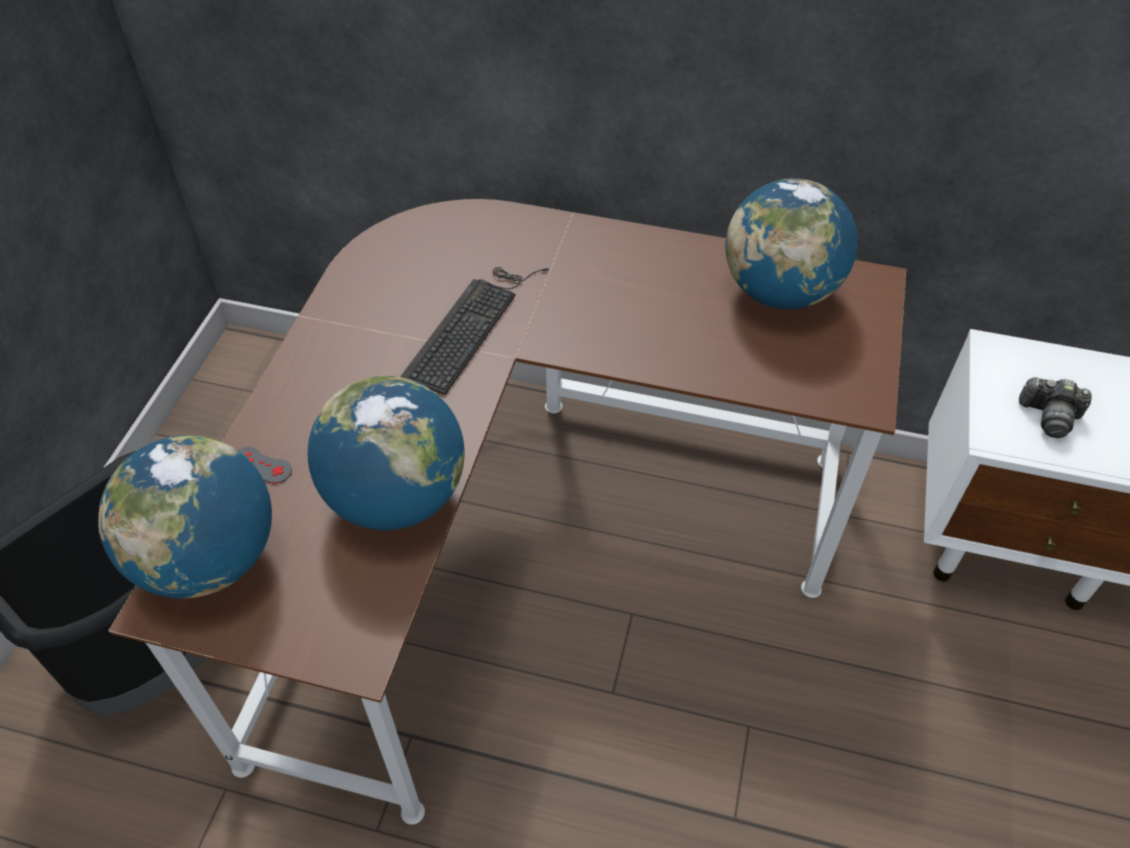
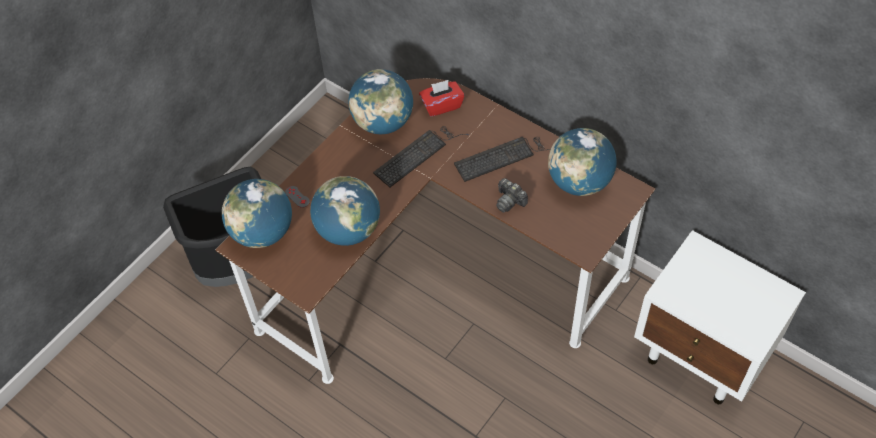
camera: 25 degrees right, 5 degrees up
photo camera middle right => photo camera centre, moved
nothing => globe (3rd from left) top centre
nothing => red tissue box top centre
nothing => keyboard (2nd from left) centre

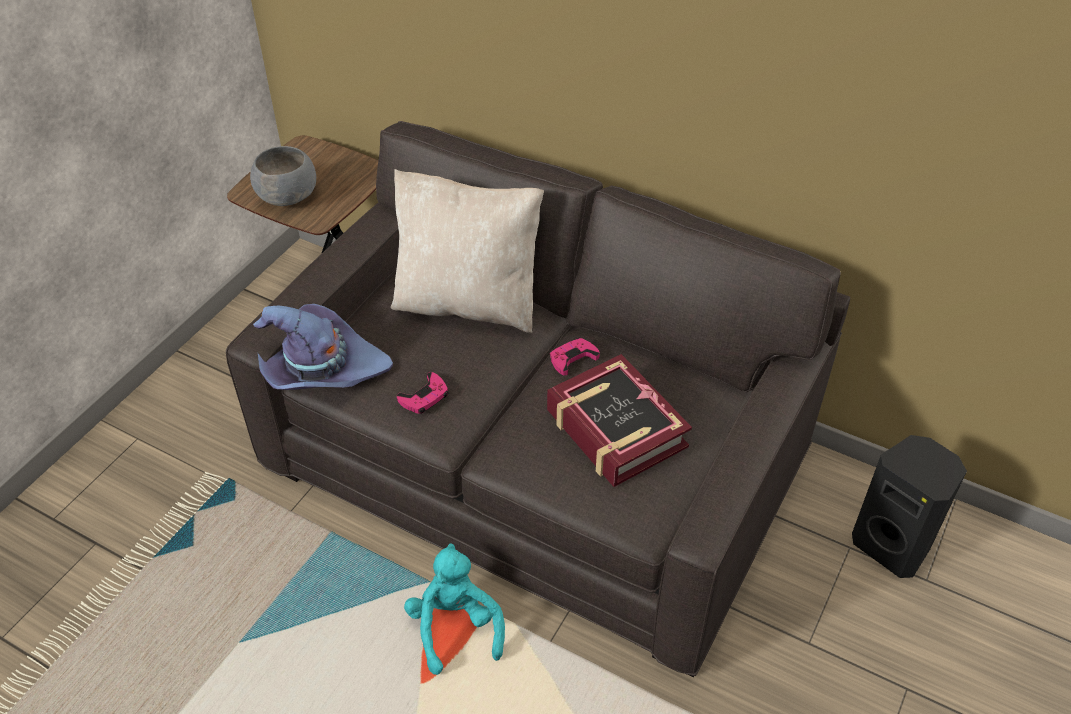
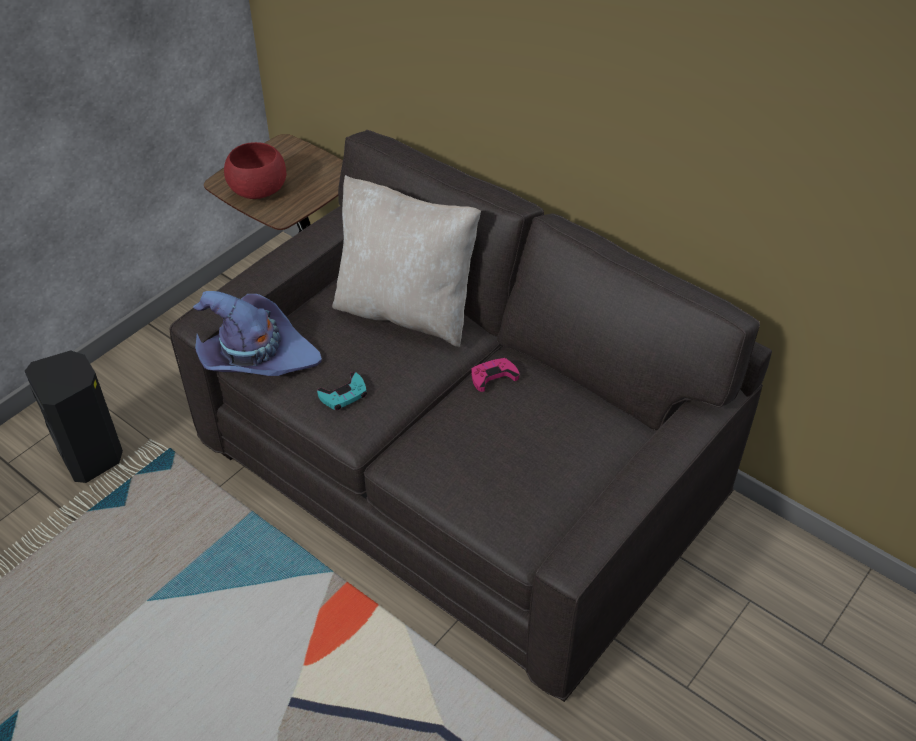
camera: 10 degrees right, 0 degrees up
grey bowl top left => red bowl top left
pink game controller (1st from left) centre => turquoise game controller centre
turquoise plush toy bottom centre => nothing
book centre => nothing
black speaker bottom right => black speaker middle left, moved

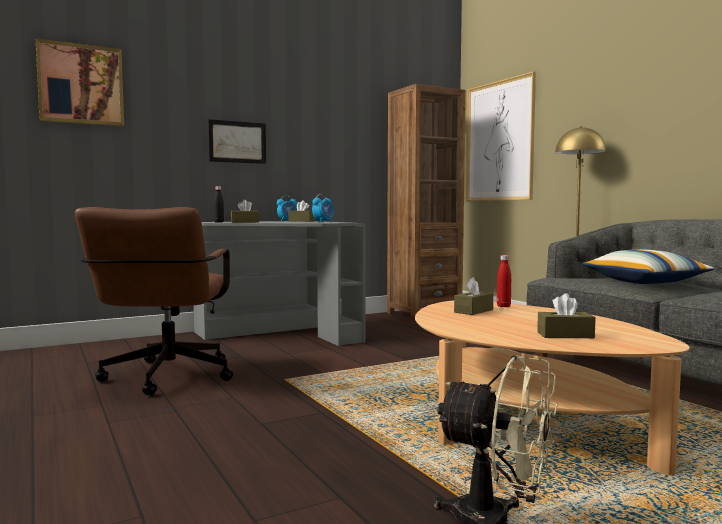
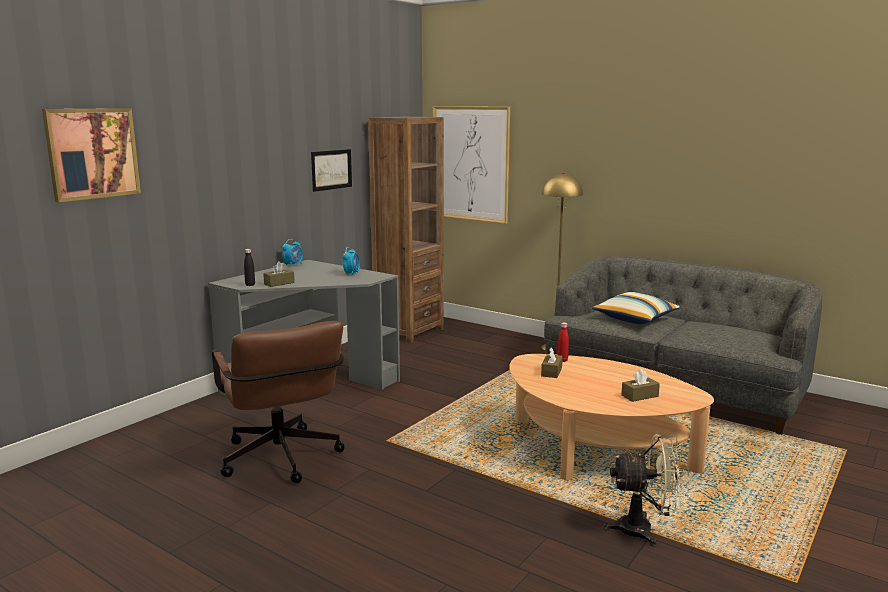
camera: 25 degrees left, 10 degrees up
picture (2nd from left) top left => picture (2nd from left) top centre, moved
brown tissue box (2nd from left) centre => nothing

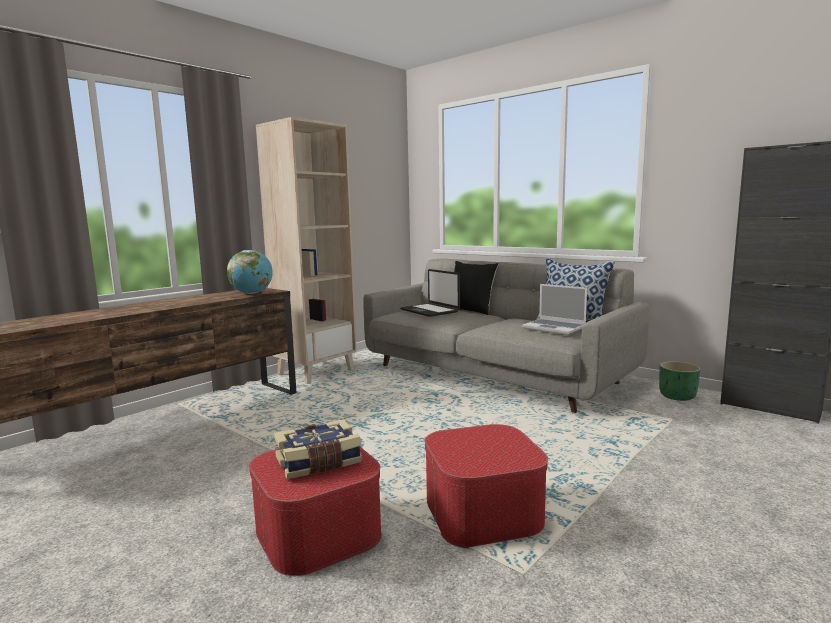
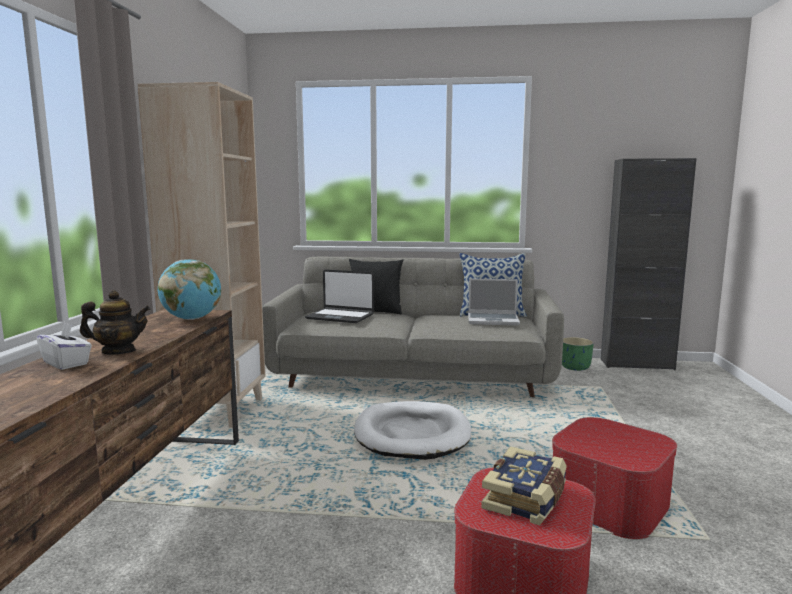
camera: 35 degrees left, 0 degrees up
nothing => white tissue box middle left
nothing => teapot middle left
nothing => white dog bed bottom centre

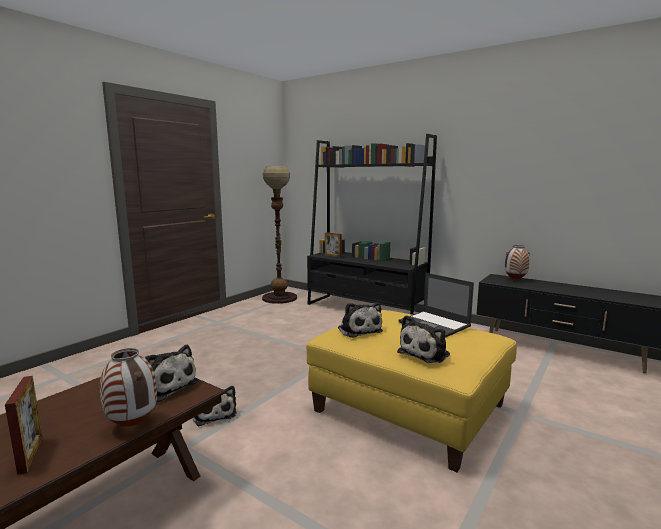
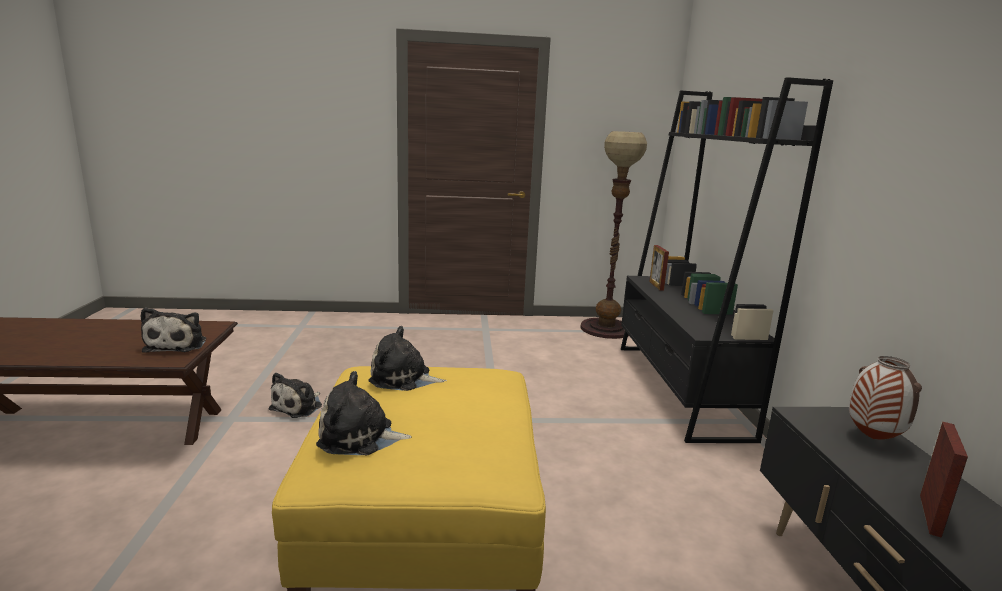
camera: 50 degrees right, 5 degrees up
picture frame (1st from left in the first image) bottom left => picture frame (2nd from left) bottom right, moved
vase (1st from left) bottom left => nothing
plush toy (3rd from left in the first image) centre => plush toy (4th from left) centre, 75 degrees clockwise
laptop centre => nothing

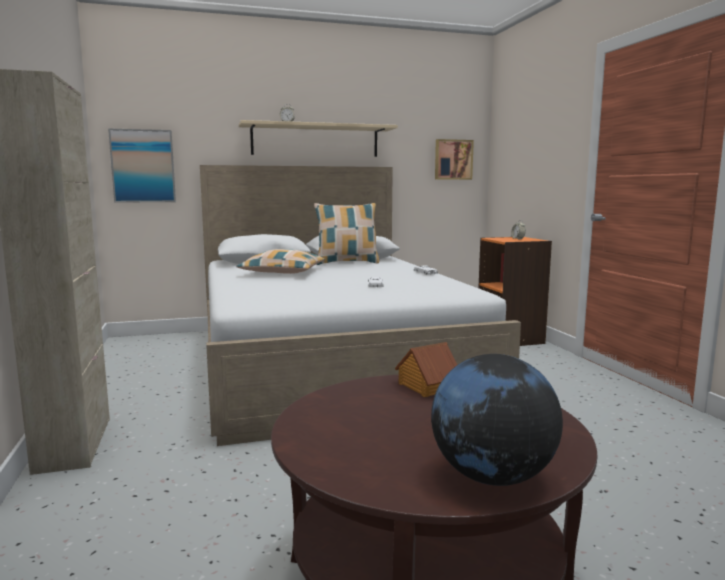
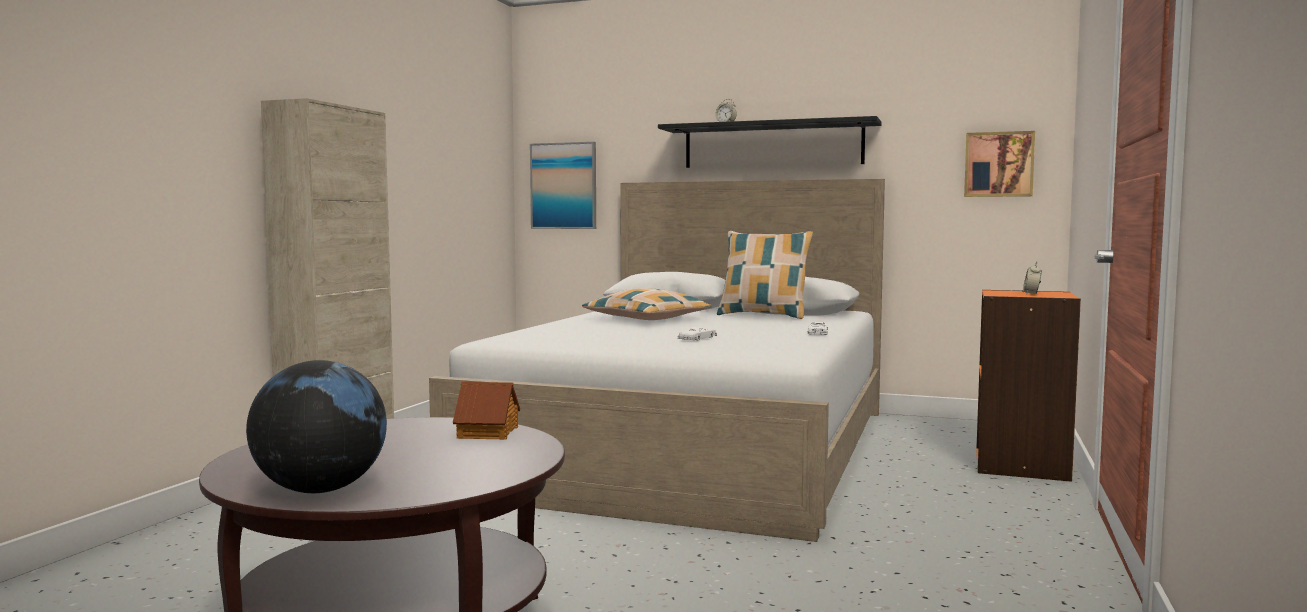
camera: 35 degrees right, 5 degrees down
beige shelf top centre => black shelf top centre

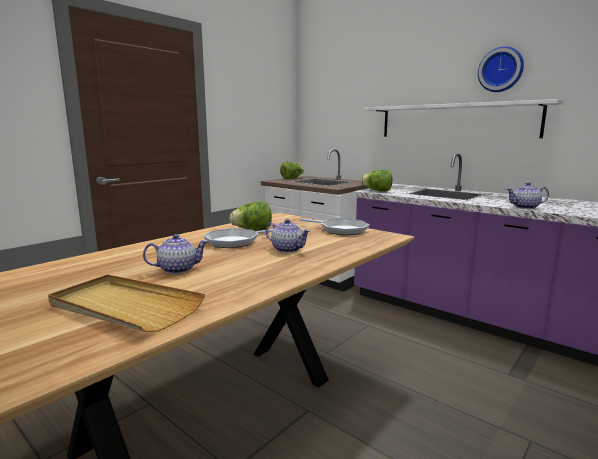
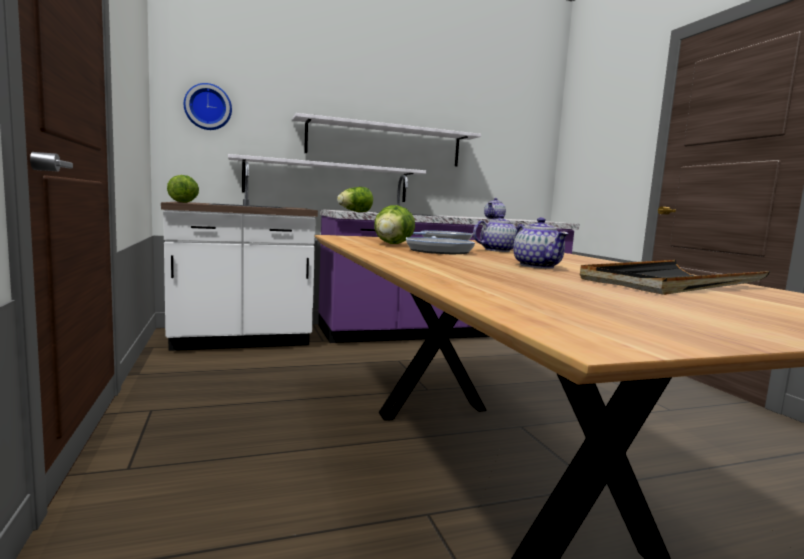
camera: 60 degrees left, 5 degrees down
beige tray middle left => black tray middle right
teapot (1st from left in the first image) middle left => teapot (3rd from left) middle right, 150 degrees clockwise
wall clock top right => wall clock top left, moved
nothing => white shelf (1st from left) top centre

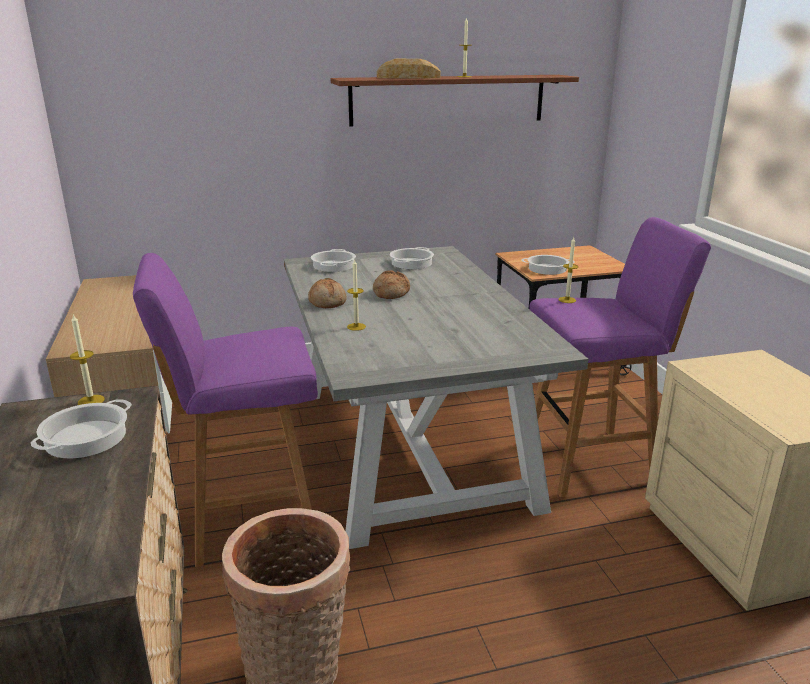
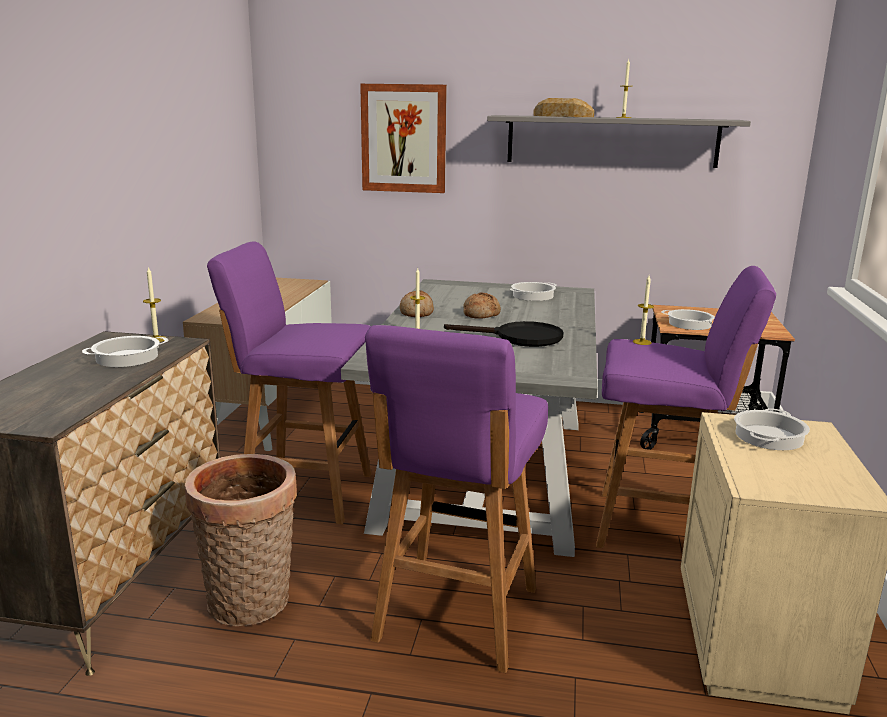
camera: 25 degrees right, 5 degrees down
cooking pot (2nd from left in the first image) centre => cooking pot (4th from left) middle right, moved
brown shelf top centre => grey shelf top right
nothing => picture top centre
nothing => purple stool (2nd from left) bottom centre
nothing => black frying pan centre

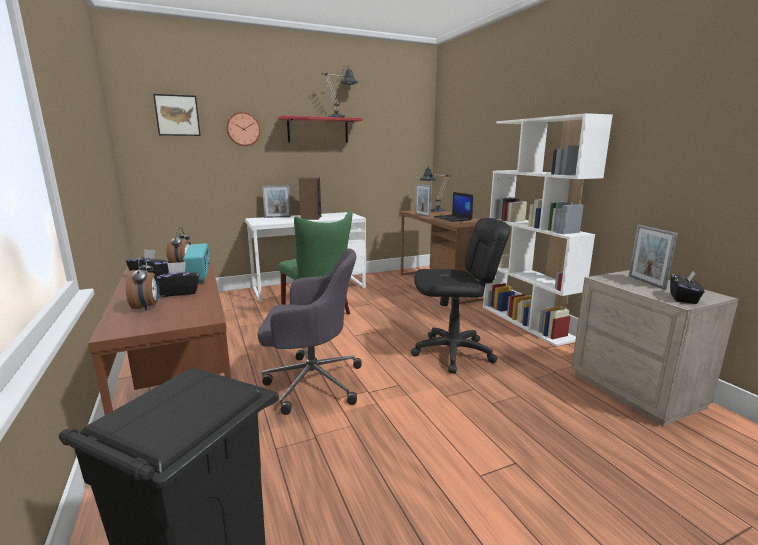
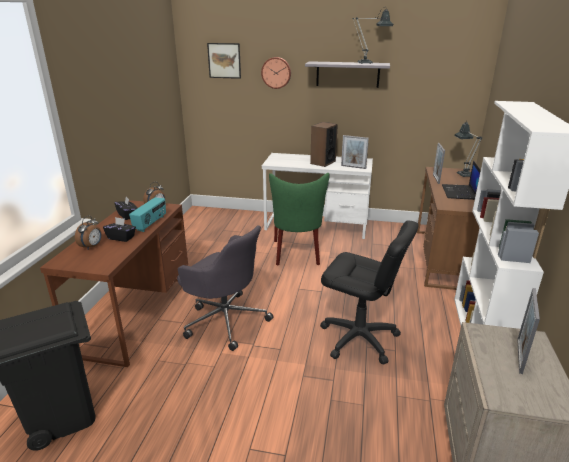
camera: 35 degrees right, 10 degrees up
picture frame (1st from left) centre => picture frame (1st from left) top centre, moved
red shelf top centre => grey shelf top centre
black tissue box (3rd from left) middle right => nothing

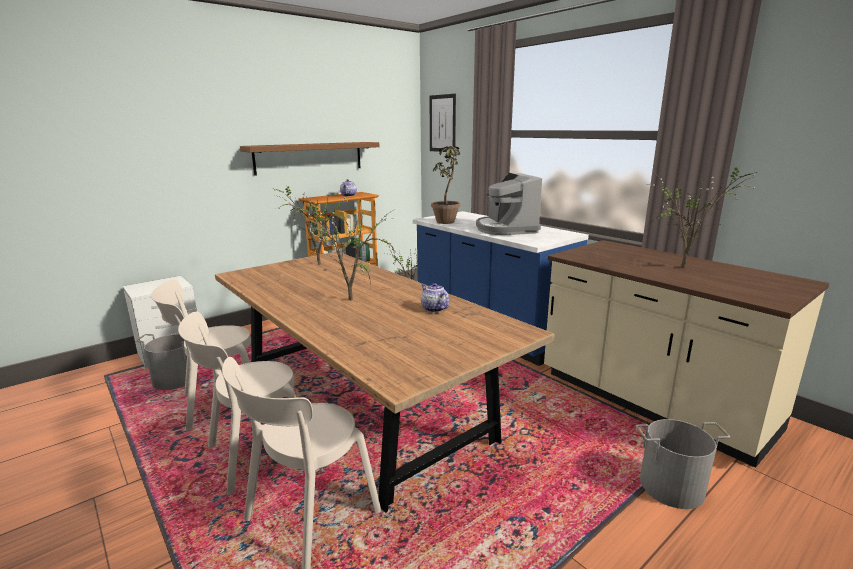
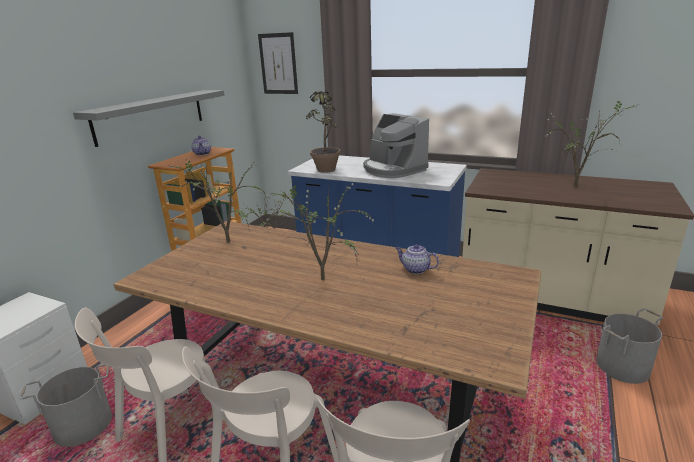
camera: 25 degrees left, 5 degrees up
brown shelf top centre => grey shelf top left

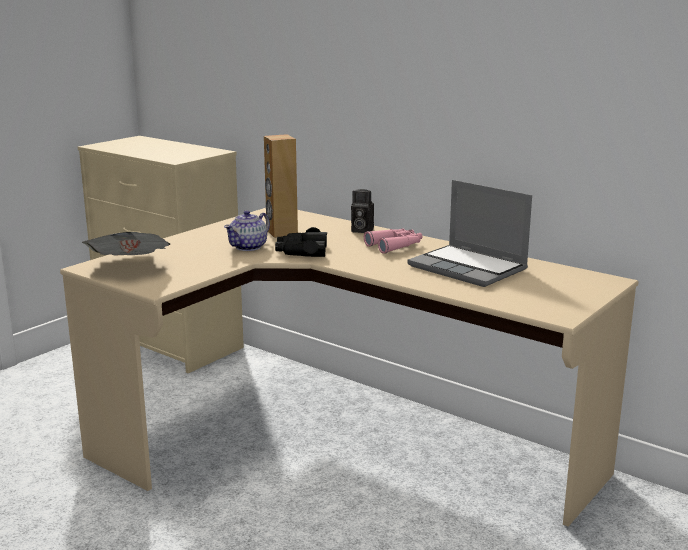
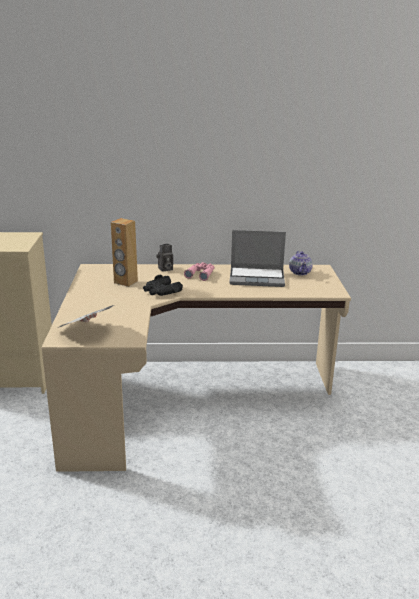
camera: 40 degrees left, 5 degrees up
teapot centre => teapot middle right, moved

